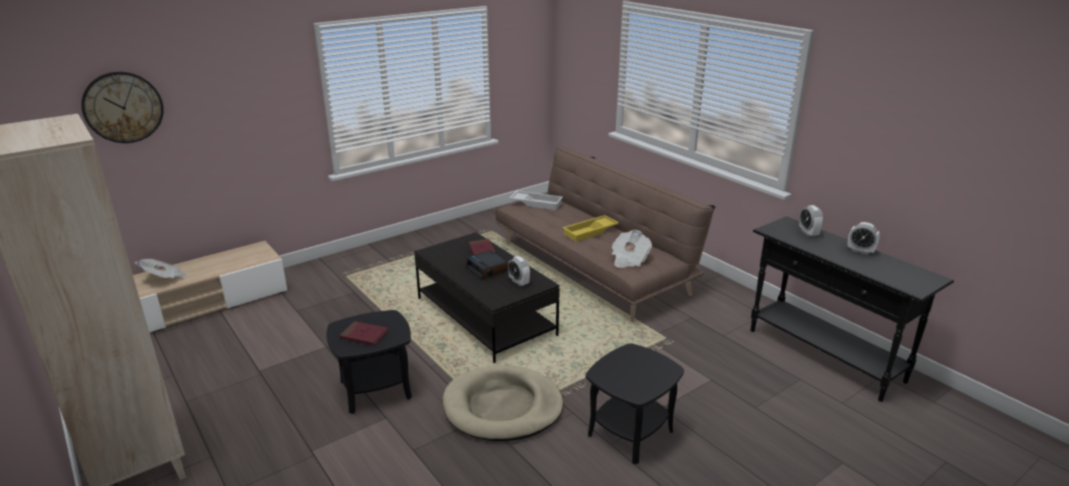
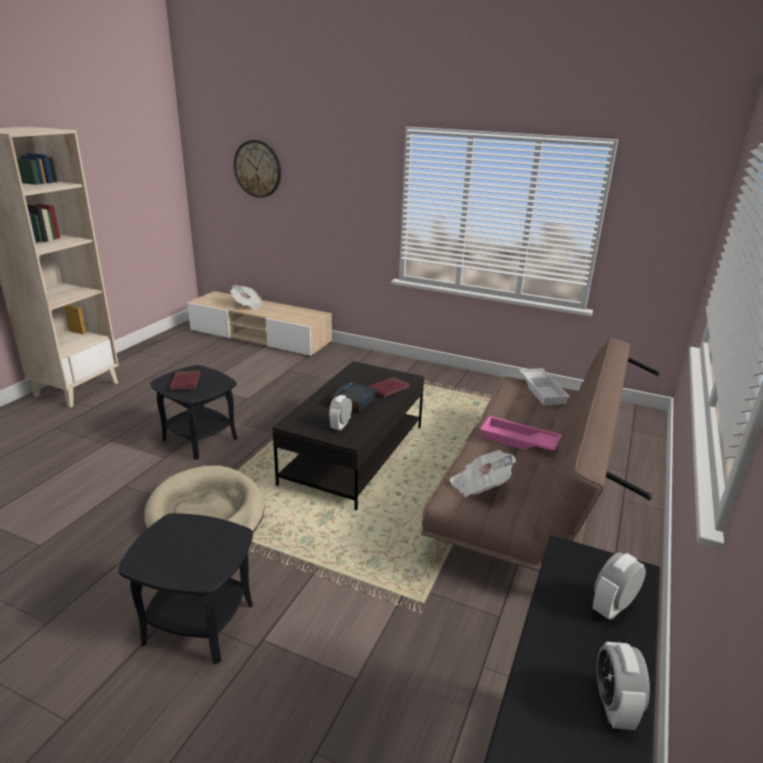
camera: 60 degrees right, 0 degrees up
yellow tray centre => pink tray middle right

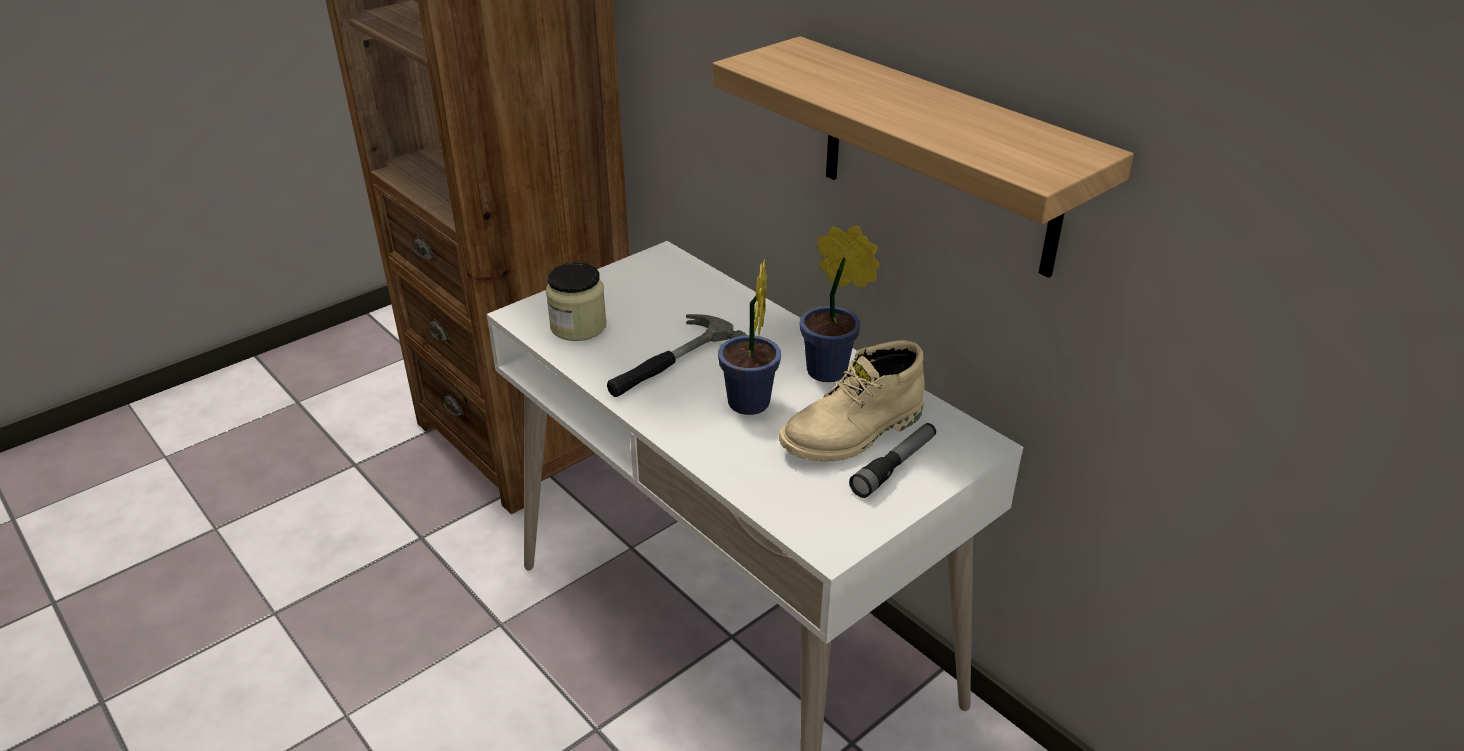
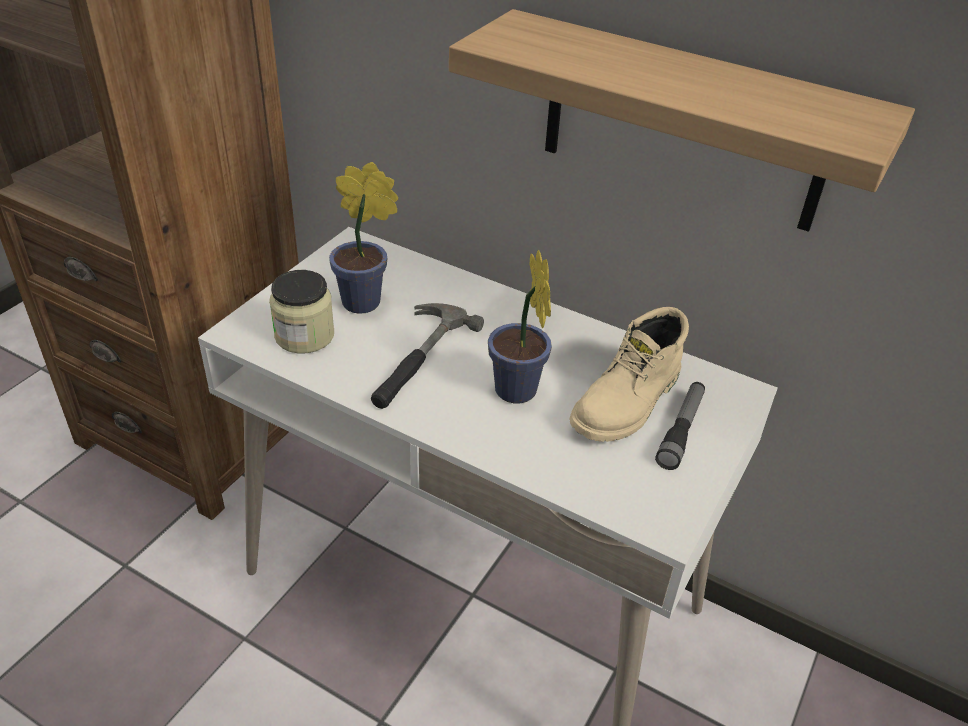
camera: 20 degrees left, 5 degrees up
potted plant (2nd from left in the first image) centre => potted plant (1st from left) top centre, moved

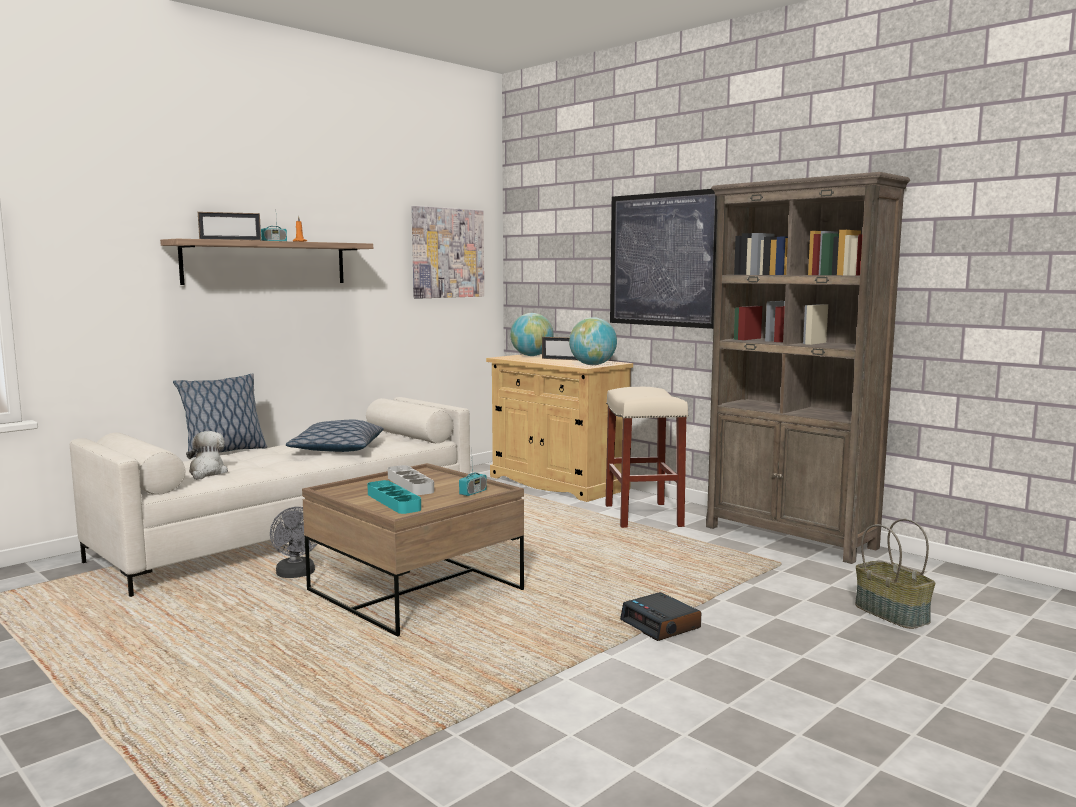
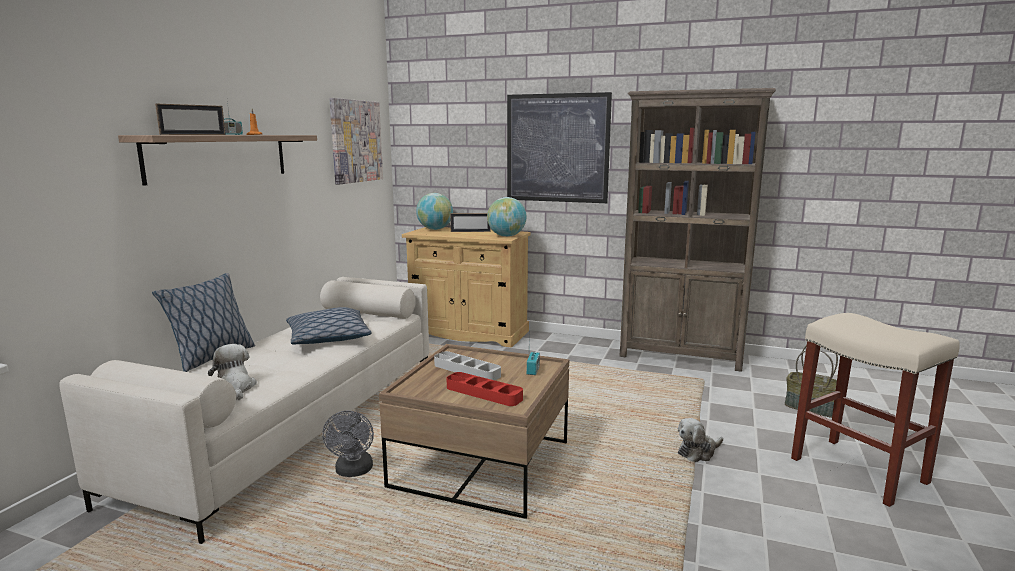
camera: 25 degrees left, 5 degrees up
grey fan bottom left => grey fan bottom centre, 45 degrees clockwise
turquoise tray centre => red tray bottom centre
beige stool centre => beige stool bottom right, moved
alarm clock bottom centre => plush toy (2nd from left) bottom right

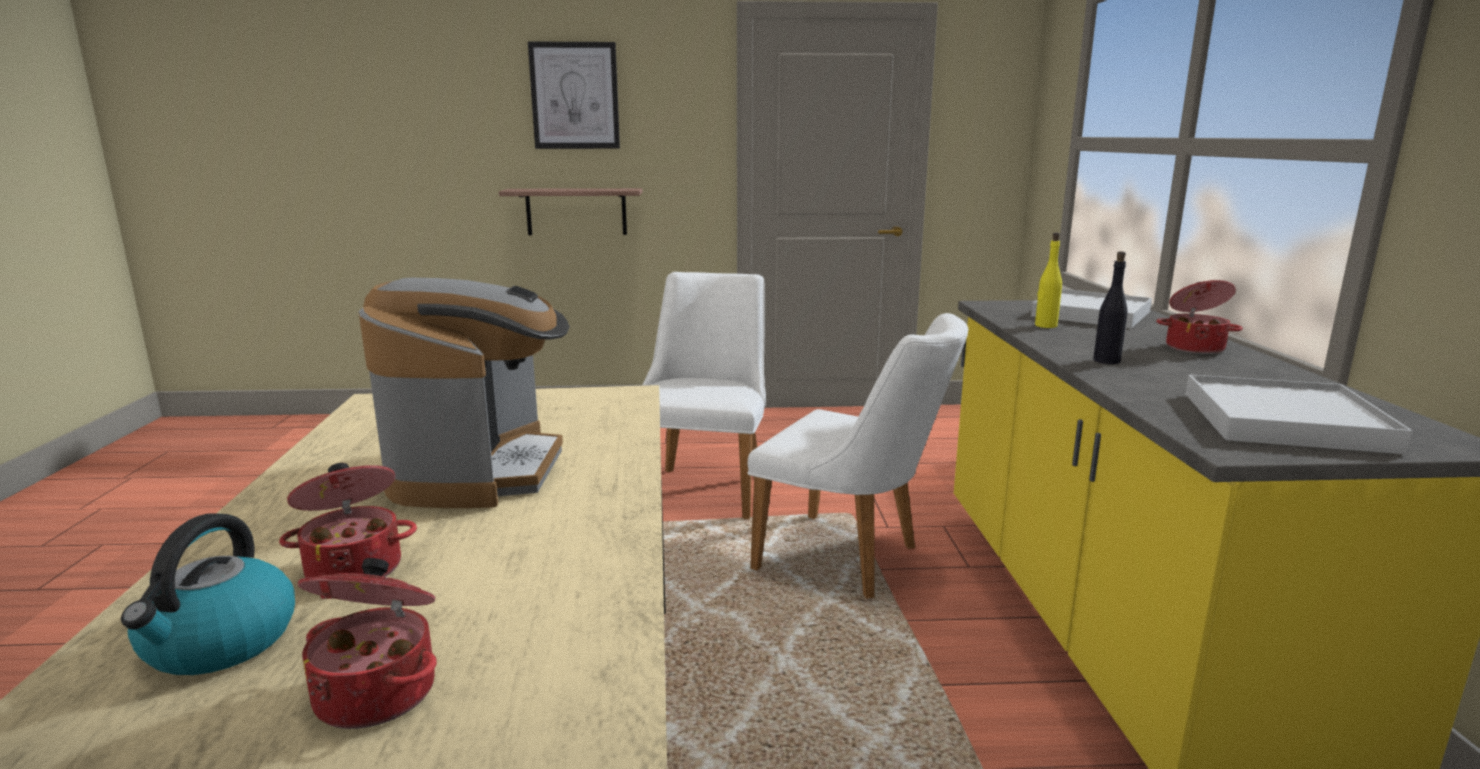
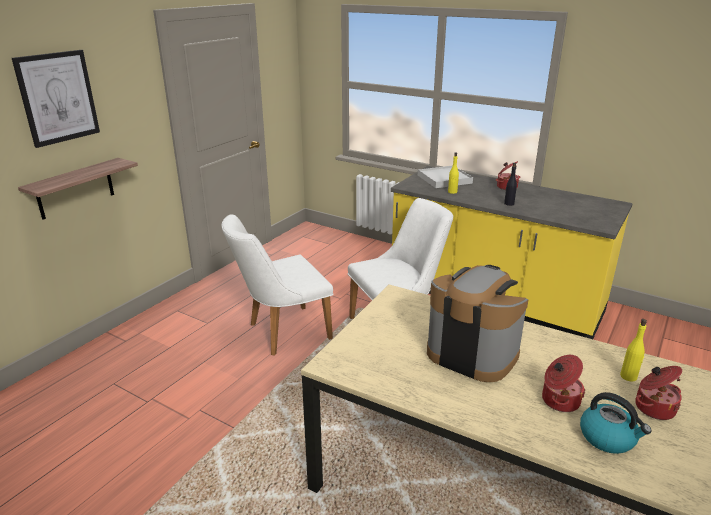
camera: 55 degrees left, 10 degrees up
white chair (1st from left) centre, 75 degrees counterclockwise
white tray (2nd from left) middle right => nothing
nothing => yellow bottle (2nd from left) bottom right

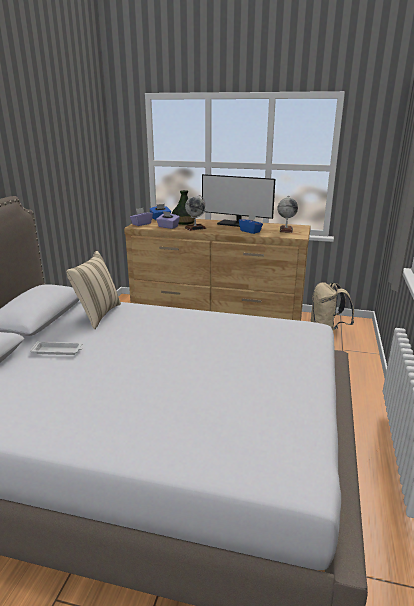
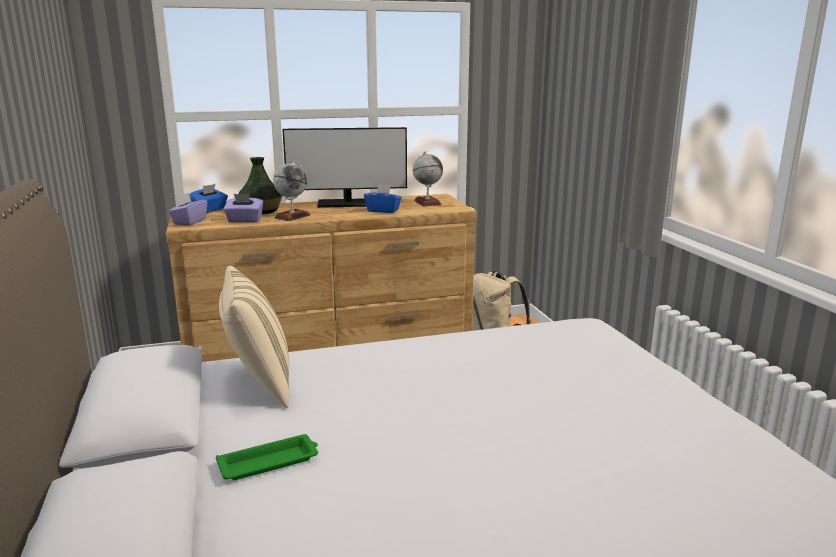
camera: 30 degrees left, 5 degrees down
white tray middle left => green tray bottom left

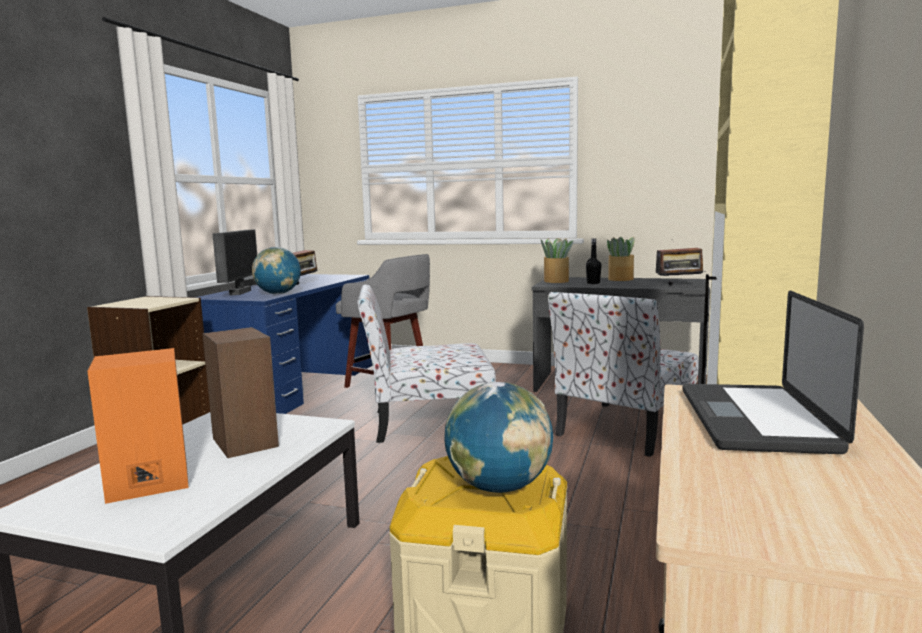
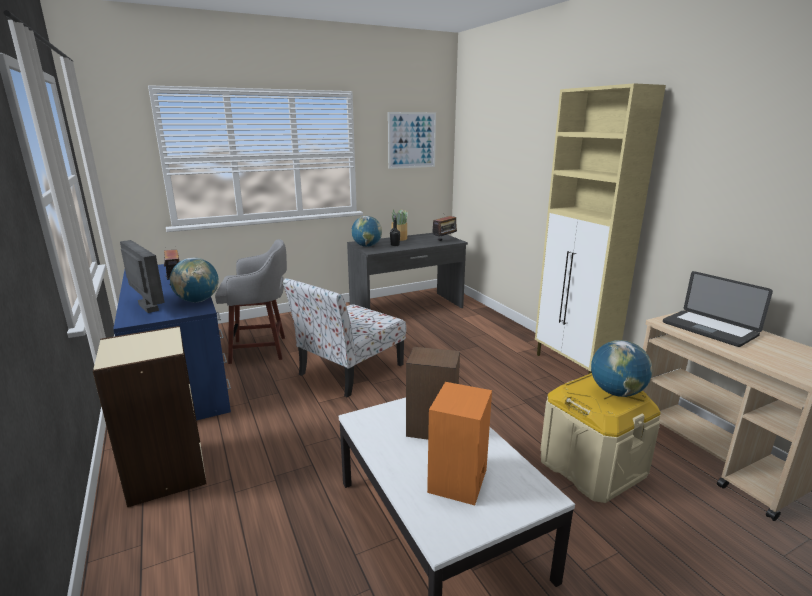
camera: 45 degrees left, 10 degrees up
potted plant (1st from left) centre => globe (2nd from left) centre
chair (2nd from left) middle right => nothing
nothing => picture top centre

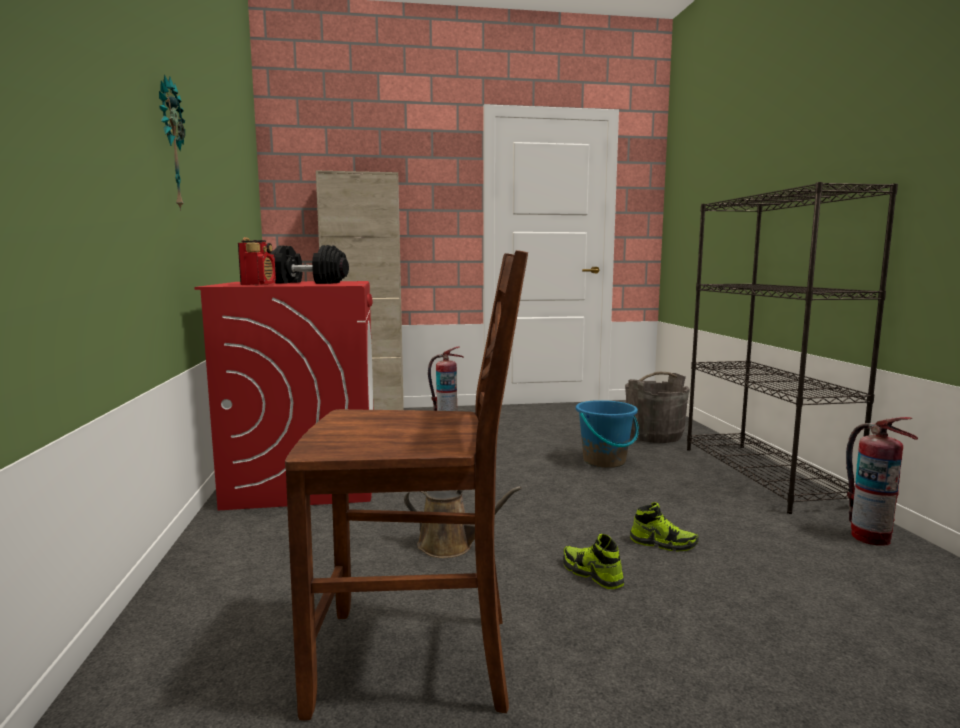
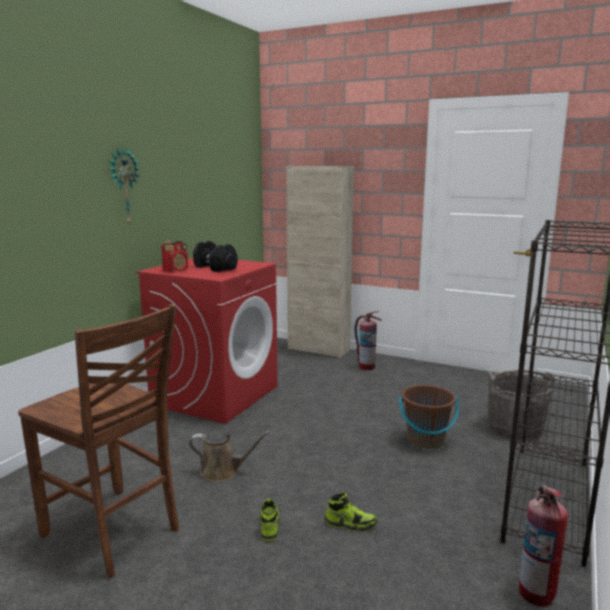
camera: 35 degrees right, 5 degrees up
brown watering can bottom centre, 45 degrees counterclockwise
blue bucket centre => brown bucket bottom right
shoe (2nd from left) bottom right => shoe (2nd from left) bottom centre, 45 degrees counterclockwise

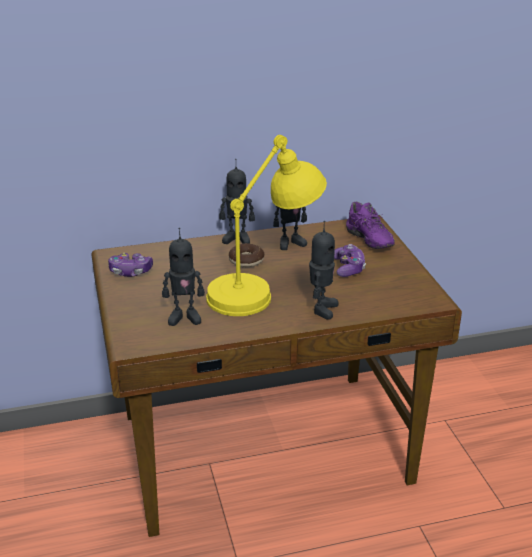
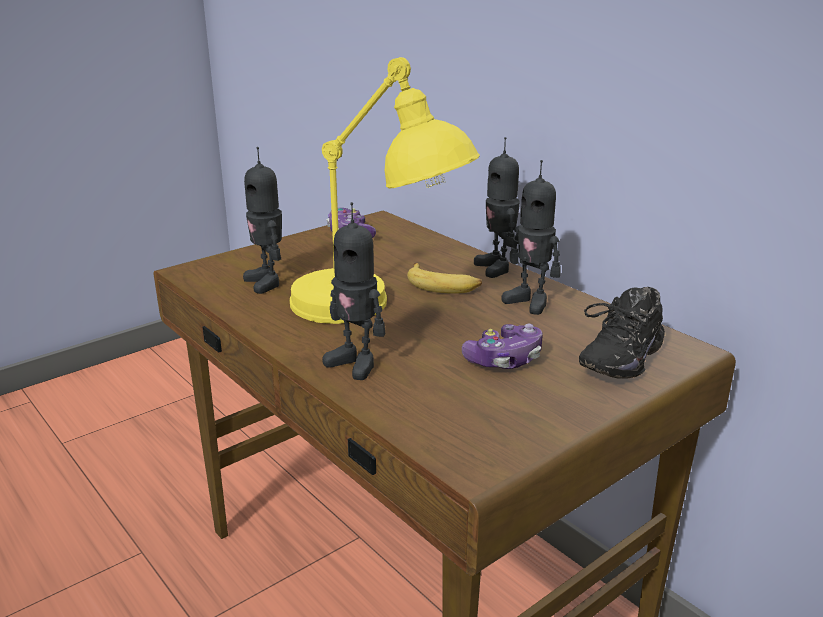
camera: 65 degrees right, 5 degrees down
donut centre => banana centre
toy robot (4th from left in the first image) centre => toy robot (2nd from left) centre, 45 degrees clockwise
purple shoe middle right => black shoe middle right

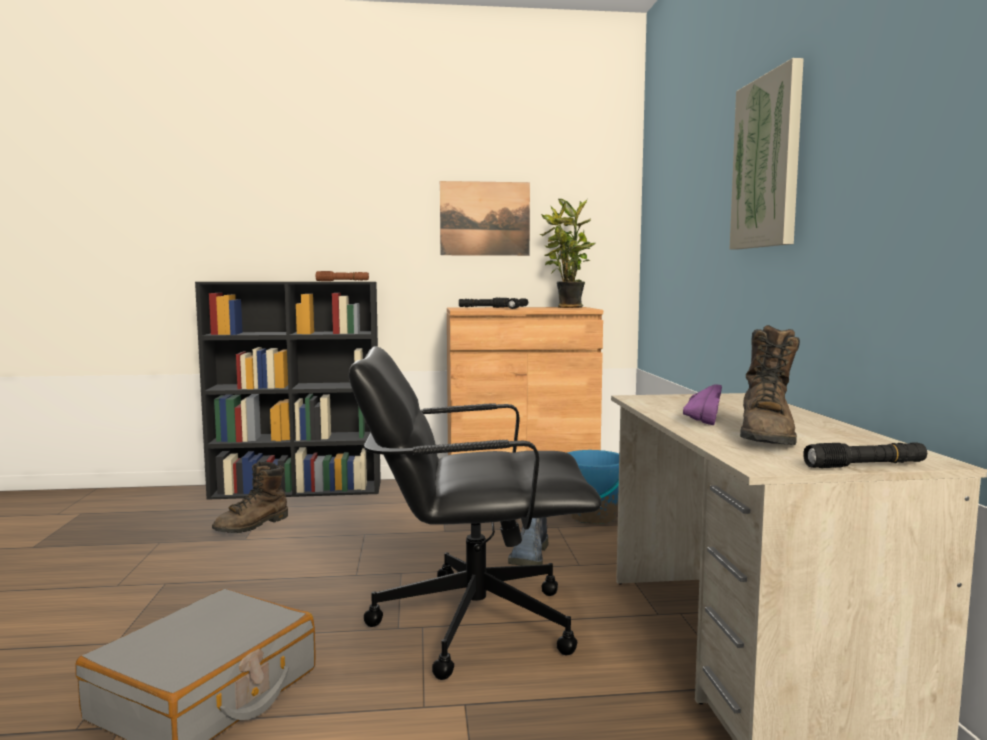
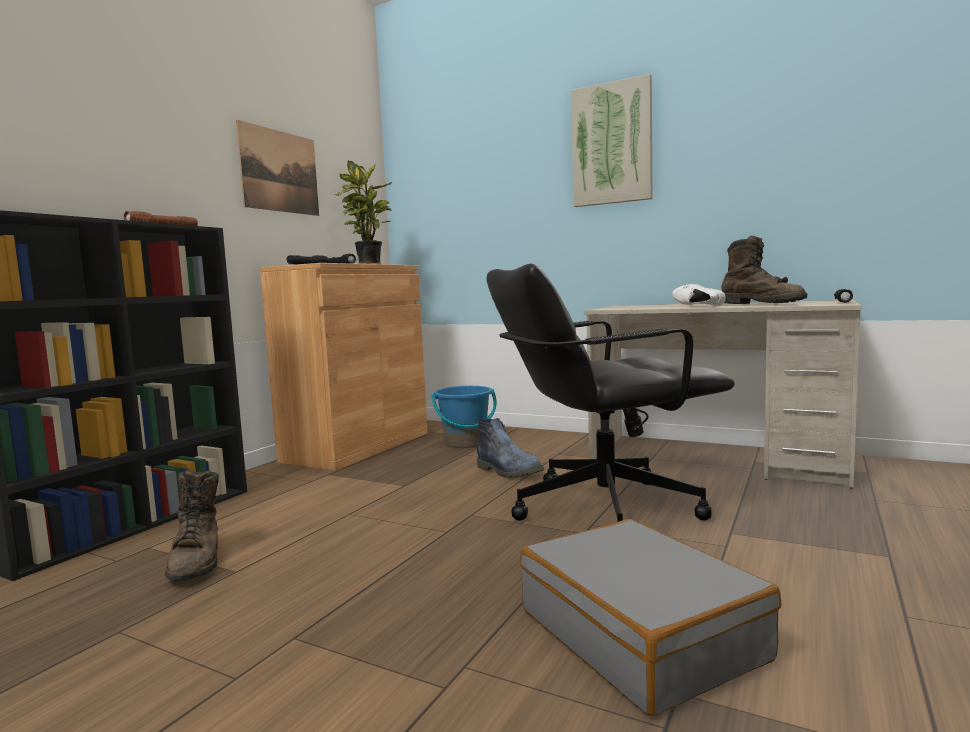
camera: 55 degrees left, 0 degrees up
black office chair bottom centre => black office chair centre, 45 degrees clockwise
purple shoe middle right => white shoe middle right

